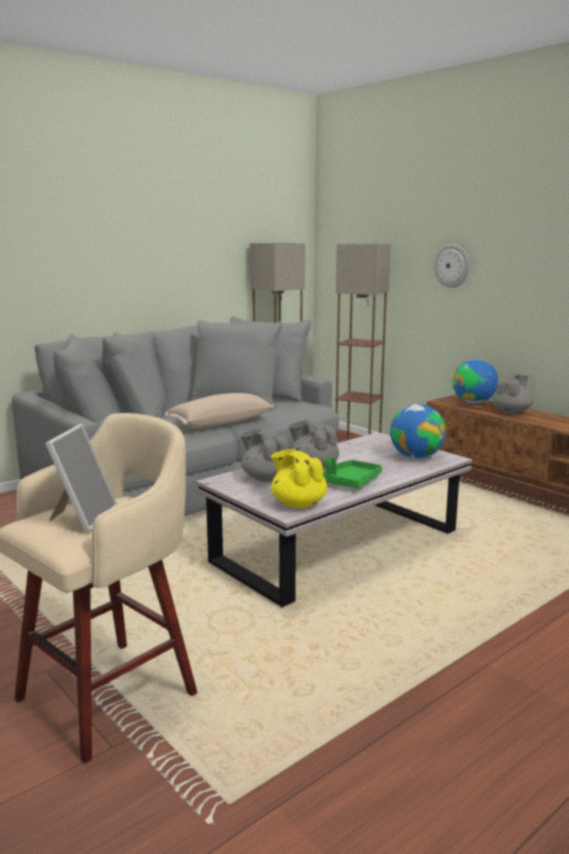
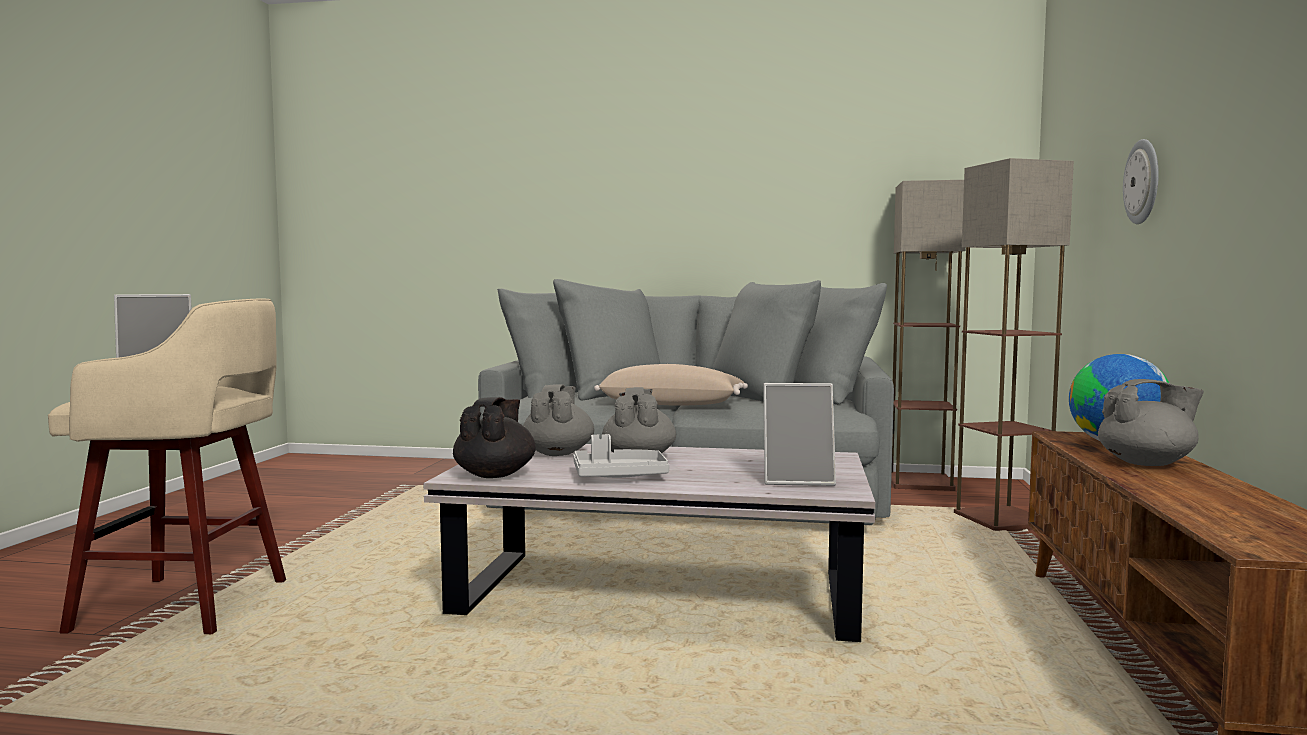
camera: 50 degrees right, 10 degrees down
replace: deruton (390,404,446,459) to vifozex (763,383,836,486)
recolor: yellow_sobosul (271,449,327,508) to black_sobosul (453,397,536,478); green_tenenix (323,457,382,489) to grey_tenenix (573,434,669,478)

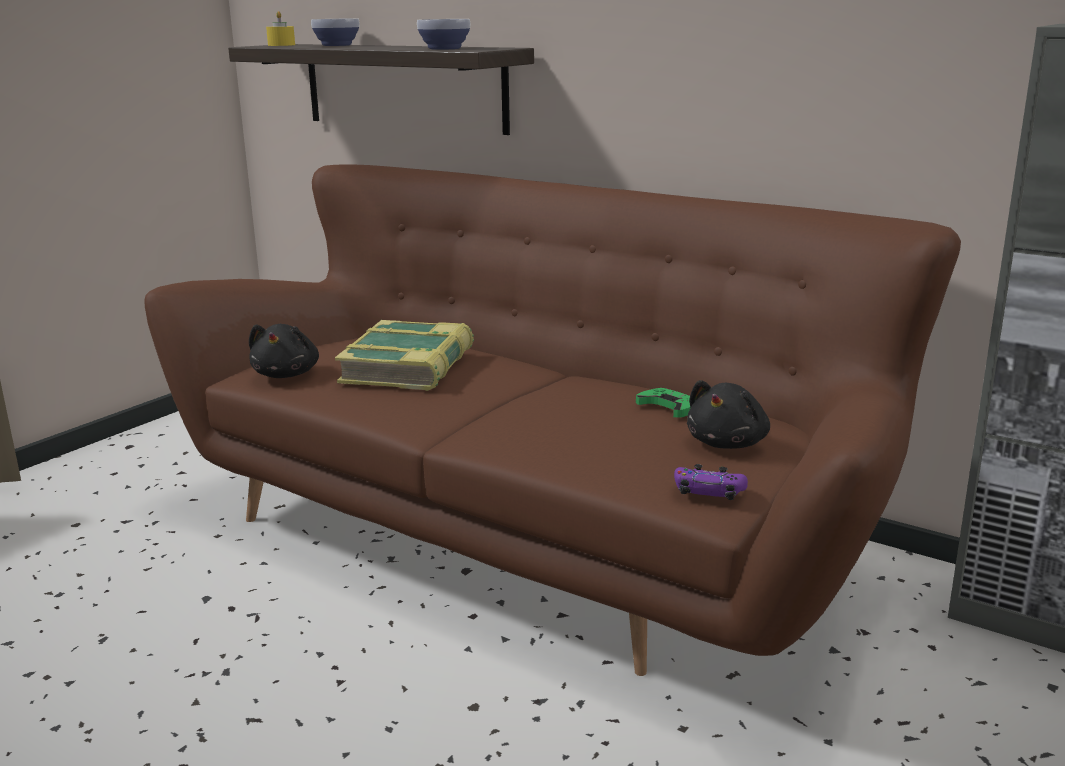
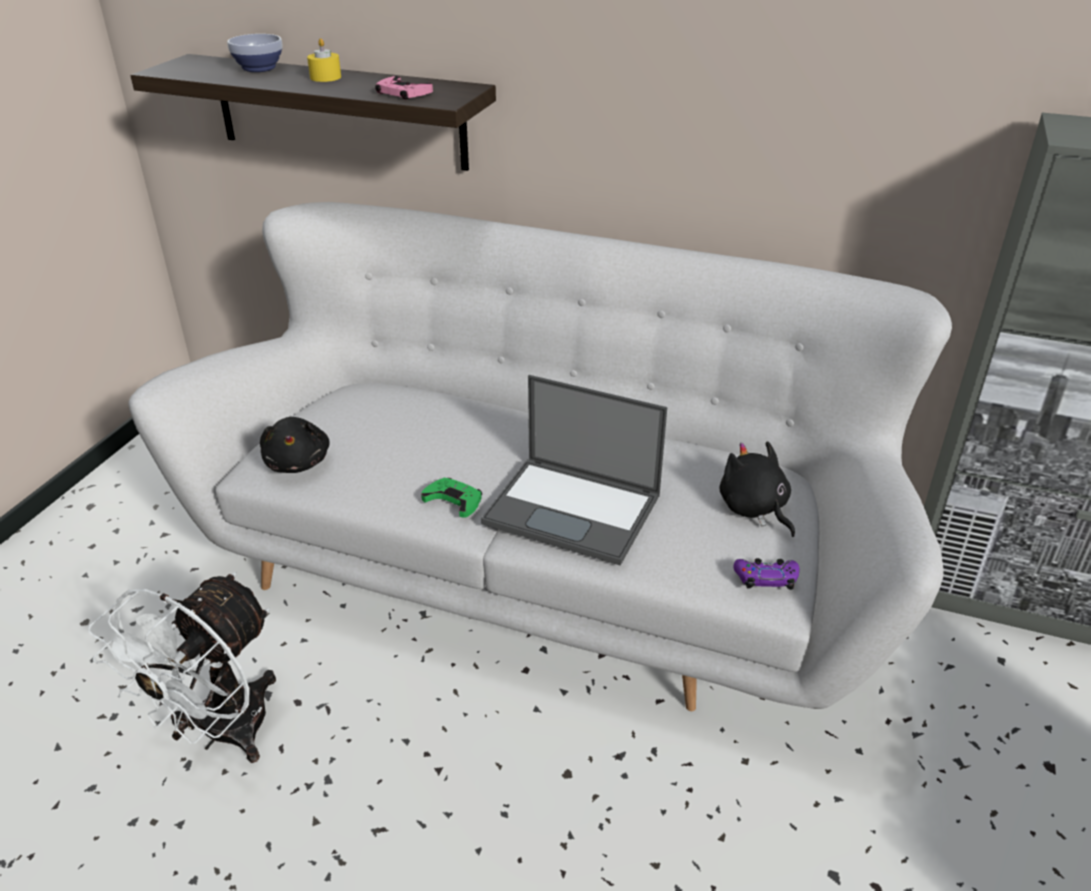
camera: 15 degrees left, 15 degrees up
delete: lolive (335,320,474,391)
insert: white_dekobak (88,572,276,763); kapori (481,375,667,566)
move: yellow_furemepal (266,11,295,46) to (307,38,341,82); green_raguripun (636,388,690,418) to (421,478,482,518)
replace: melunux (417,19,470,50) to pink_raguripun (375,76,433,99)
recolor: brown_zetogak (144,164,961,676) to white_zetogak (128,202,952,711)
rotate: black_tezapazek (687,380,770,449) = (719,441,795,537) 135 degrees clockwise

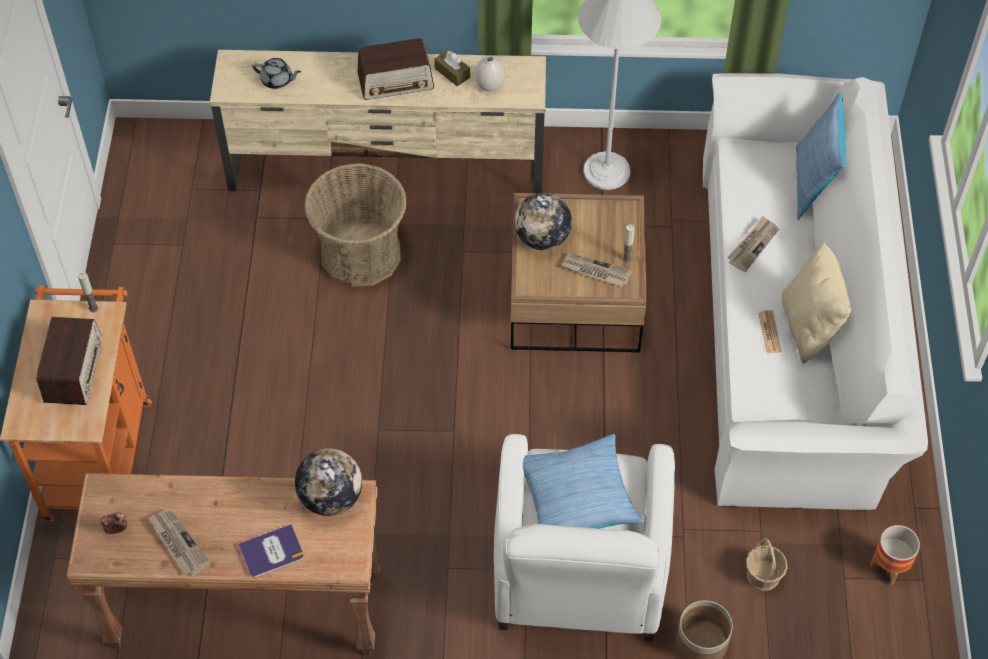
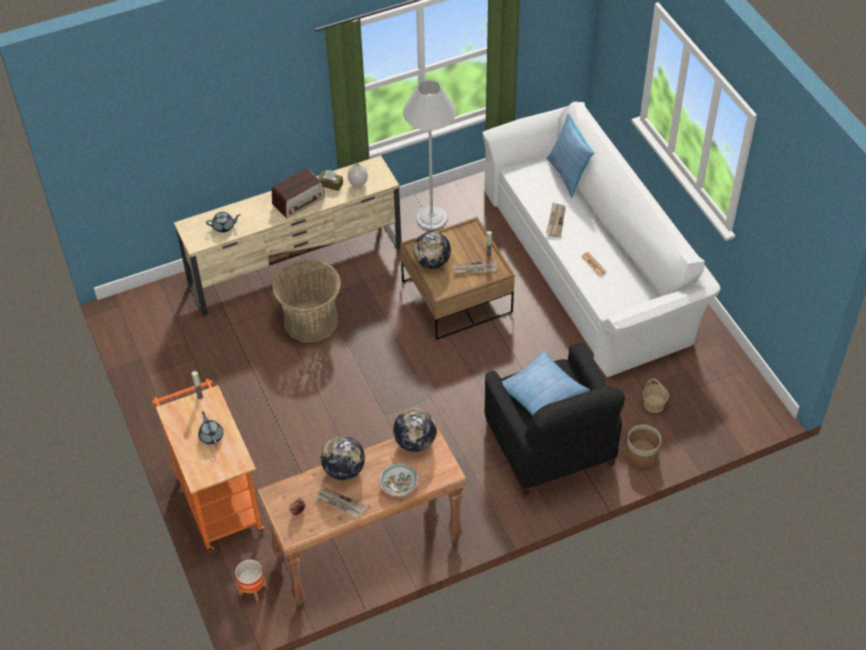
camera: 25 degrees left, 5 degrees down
delete: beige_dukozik (782,242,851,364)
insert: deruton (321,436,365,480)
move: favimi (870,525,920,585) to (235,560,266,601)
replace: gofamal (36,317,102,405) to grey_sobosul (198,412,223,445); lolive (238,524,304,578) to melunux (379,463,419,496)
recolor: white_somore (494,434,675,642) to black_somore (484,343,625,496)

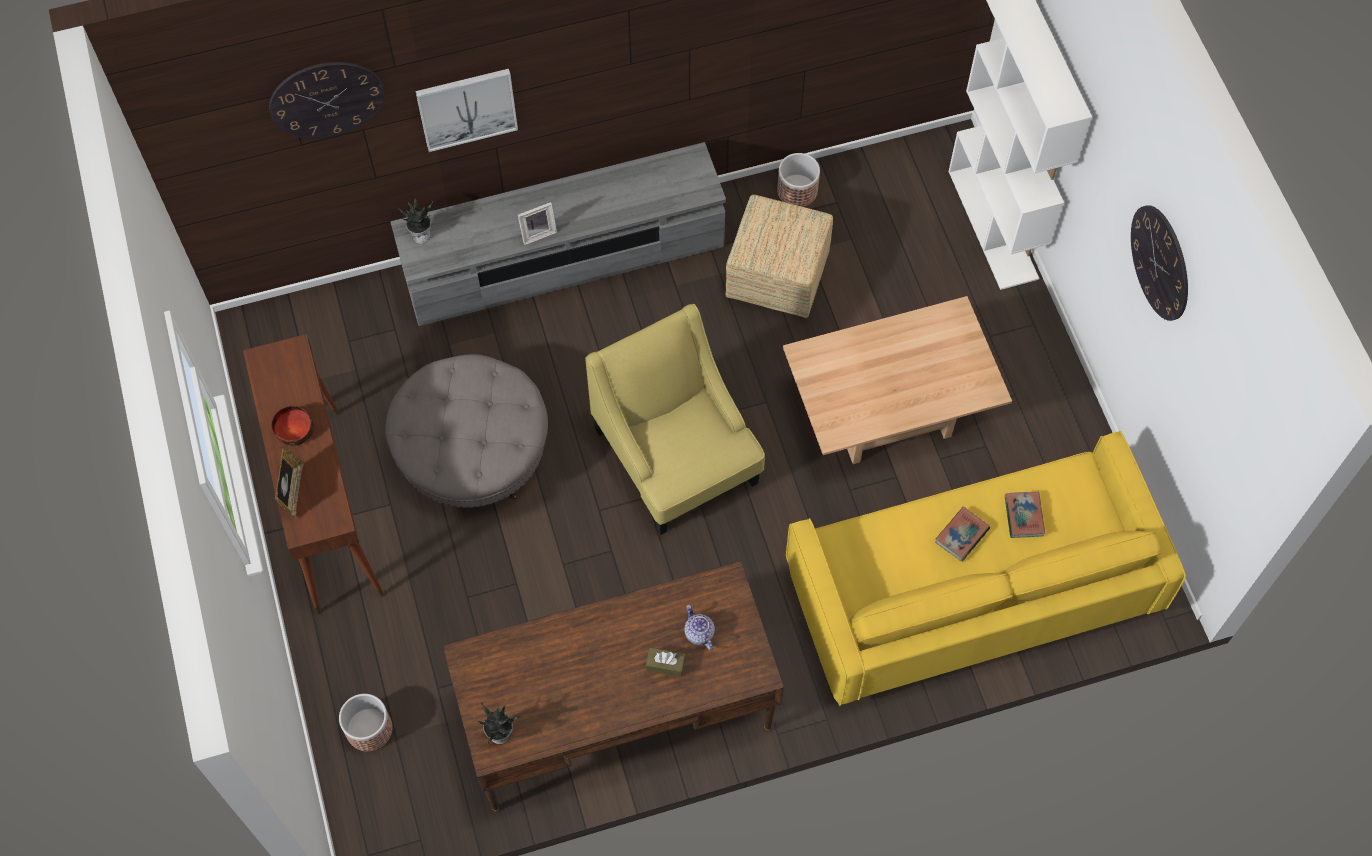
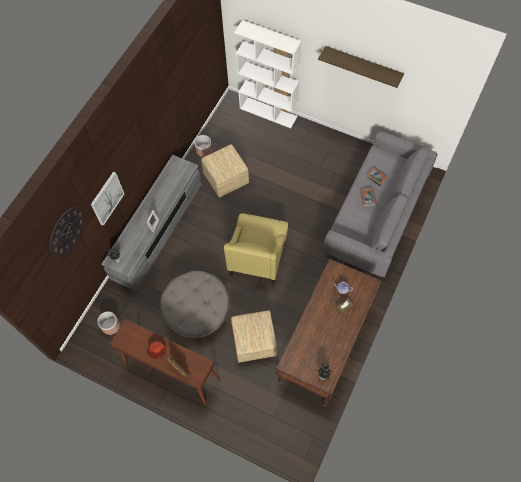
camera: 45 degrees left, 0 degrees up
delete: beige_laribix (783,296,1012,464)
insert: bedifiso (231,310,277,363)
move: favimi (339,694,393,752) to (97,312,120,335)
replace: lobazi (1131,205,1188,321) to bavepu (318,46,404,88)
recolor: yellow_zetogak (786,431,1186,706) to grey_zetogak (323,131,438,277)
rotate: yellow_somore (585,304,765,535) = (224,213,288,285) 90 degrees counterclockwise

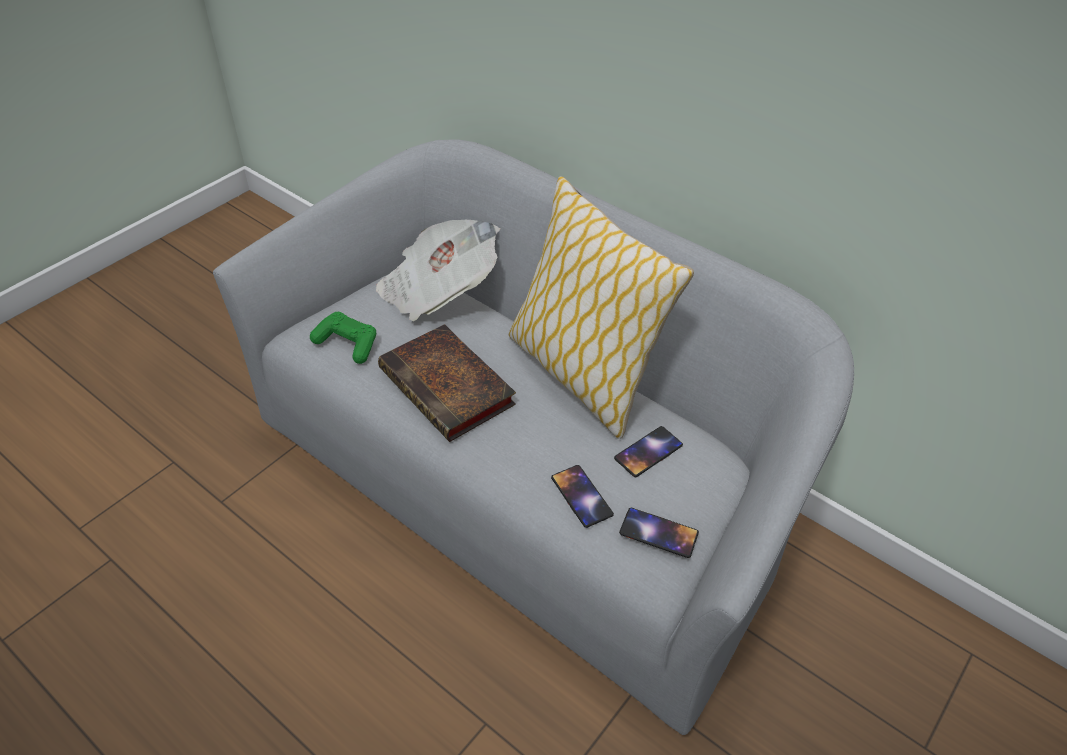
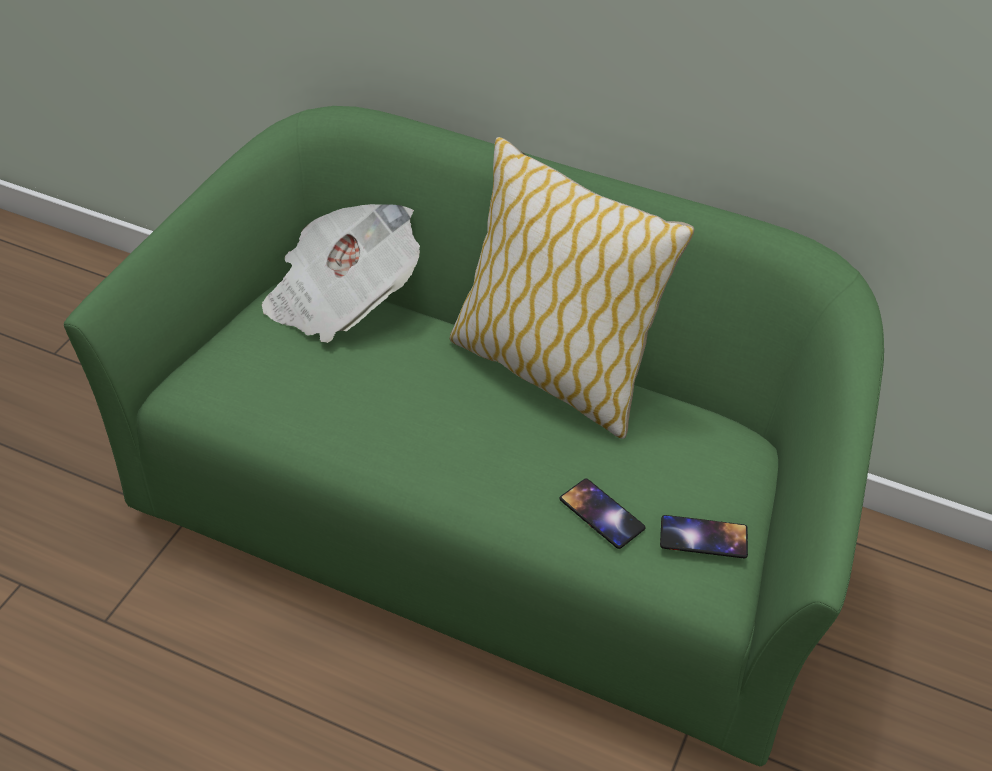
camera: 15 degrees left, 0 degrees up
delete: green_raguripun (310,312,376,364); lolive (378,324,516,442); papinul (614,426,683,477)
recolor: grey_zetogak (213,139,854,735) to green_zetogak (64,106,884,767)

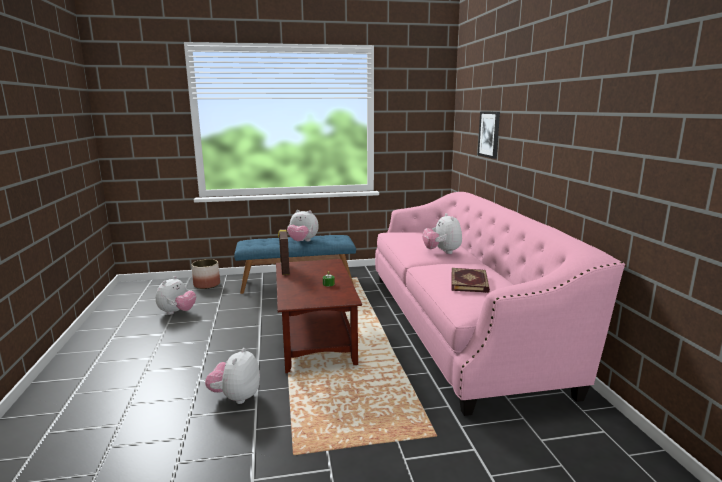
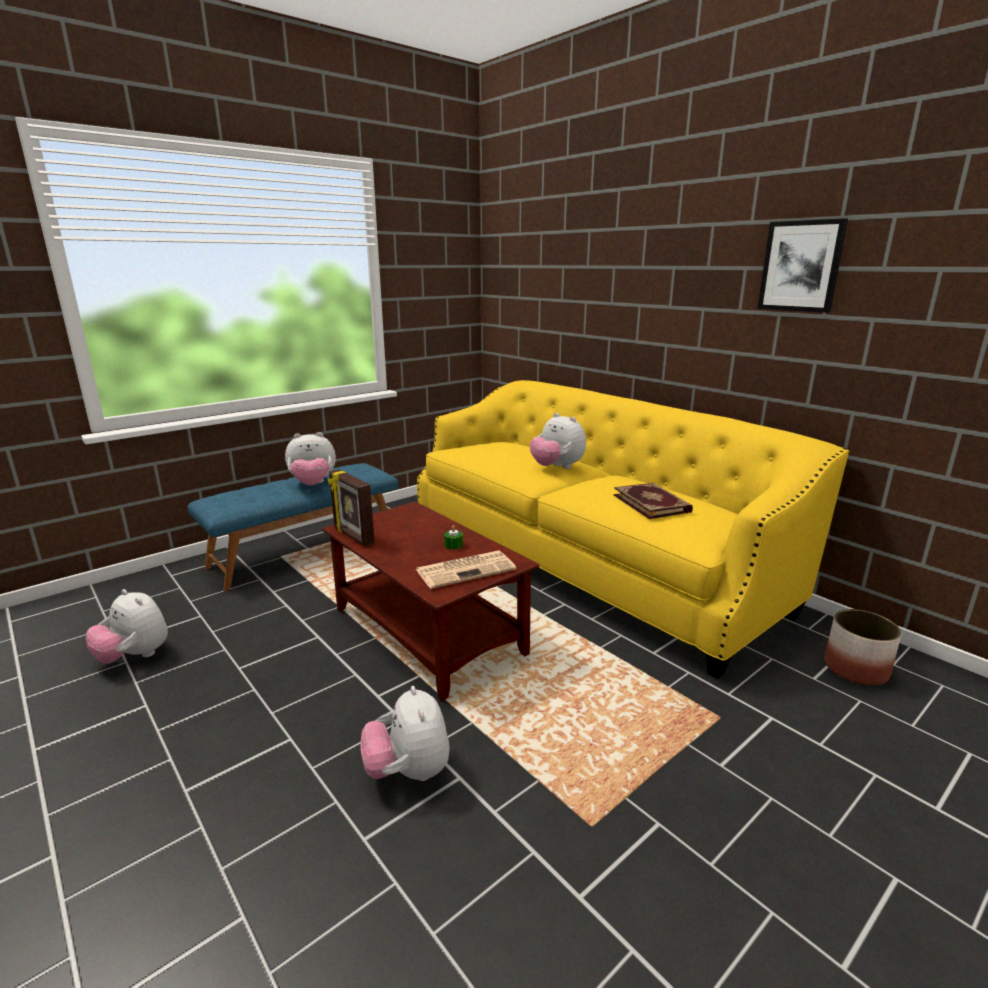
camera: 30 degrees left, 5 degrees up
insert: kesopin (416,551,516,589)
move: favimi (191,259,220,289) to (824,609,902,685); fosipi (478,111,500,159) to (757,218,848,313)
recolor: pink_zetogak (375,192,625,416) to yellow_zetogak (417,380,849,679)
rotate: tezapazek (156,276,196,315) = (86,589,168,664) 135 degrees clockwise

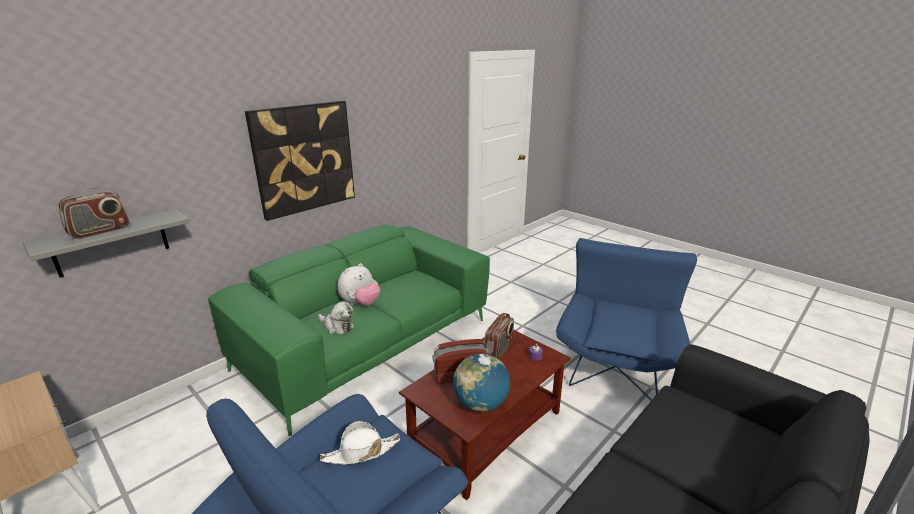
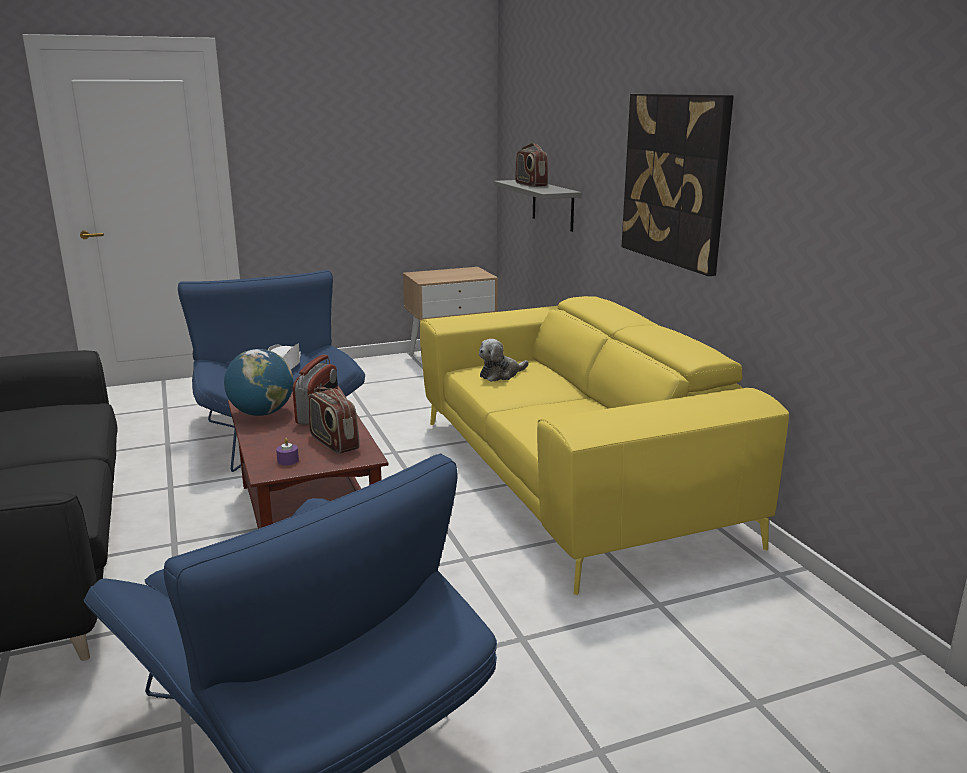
camera: 115 degrees right, 5 degrees down
delete: tezapazek (337,263,380,305)
recolor: green_zetogak (208,224,490,436) to yellow_zetogak (420,296,789,595)

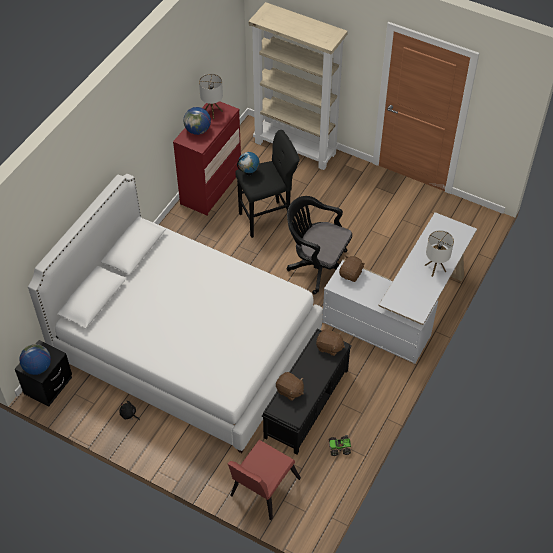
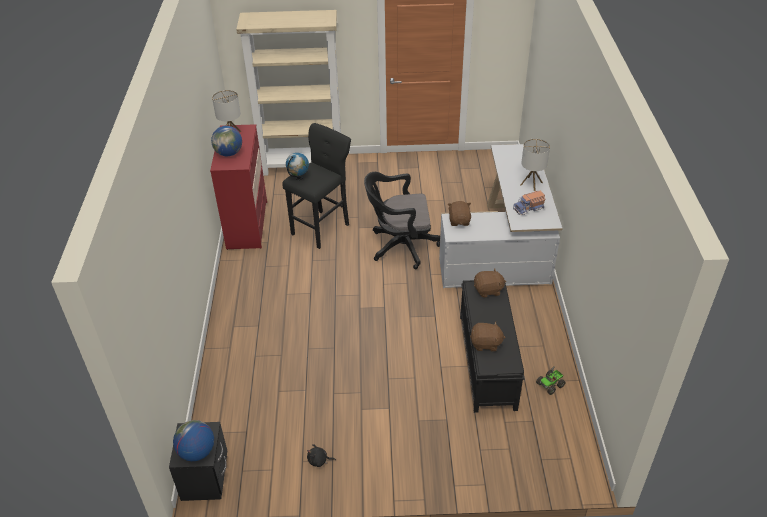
camera: 30 degrees left, 10 degrees down
delete: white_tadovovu (28,174,323,453); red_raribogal (228,440,301,520)
insert: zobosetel (513,190,545,215)

